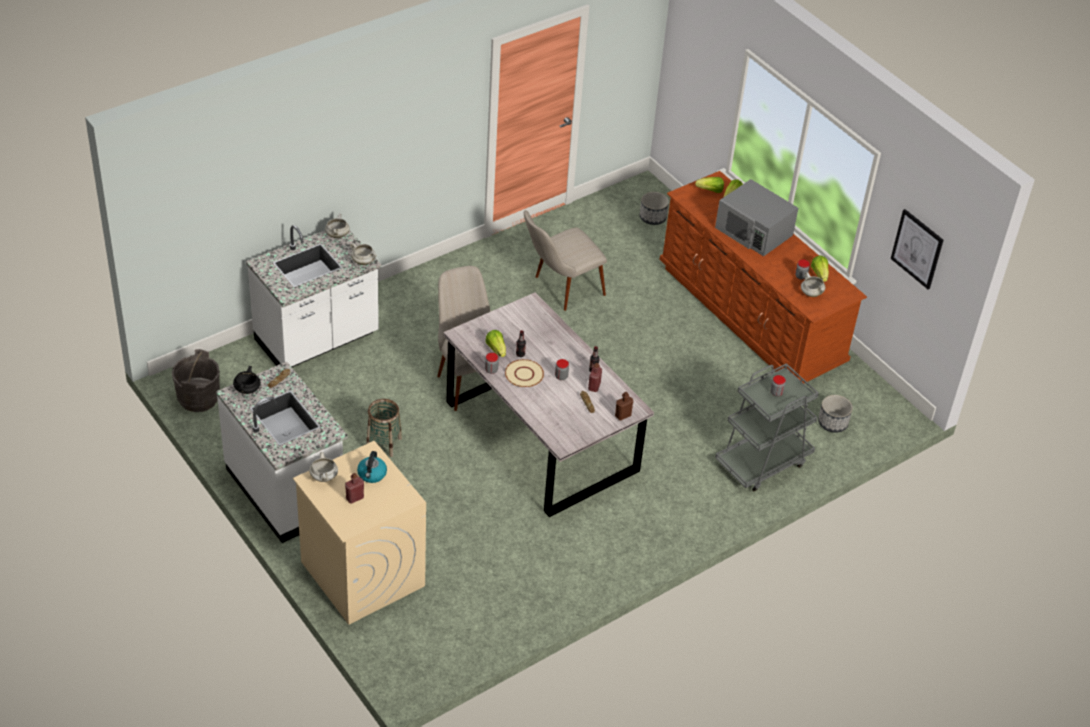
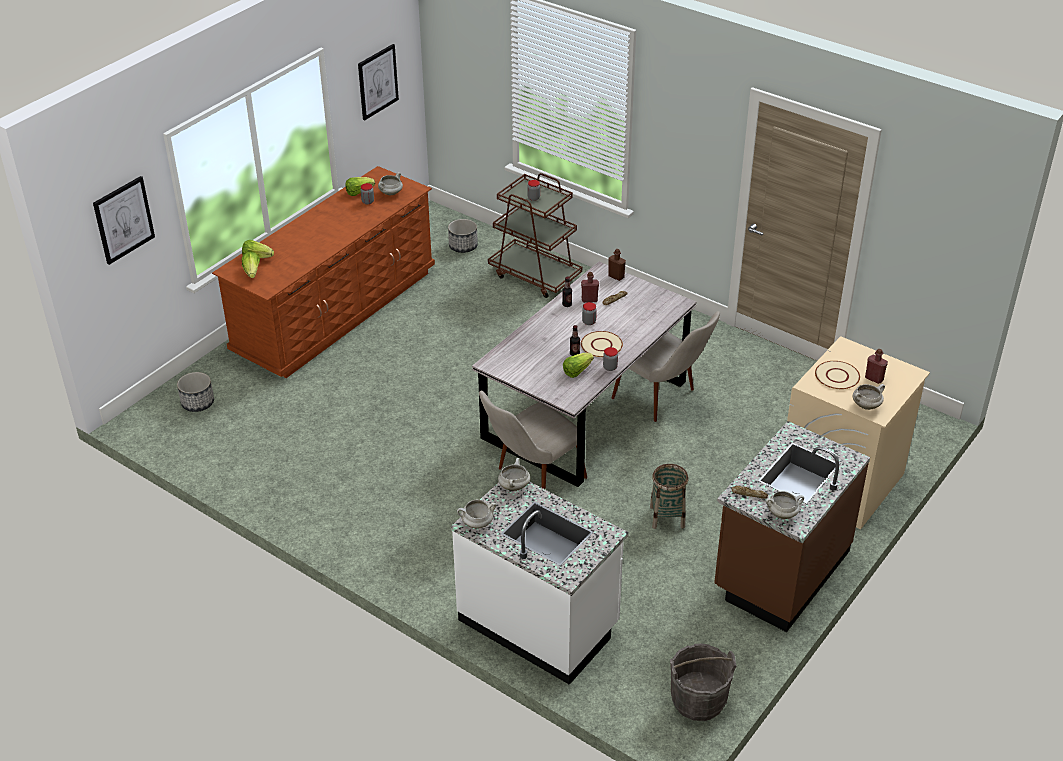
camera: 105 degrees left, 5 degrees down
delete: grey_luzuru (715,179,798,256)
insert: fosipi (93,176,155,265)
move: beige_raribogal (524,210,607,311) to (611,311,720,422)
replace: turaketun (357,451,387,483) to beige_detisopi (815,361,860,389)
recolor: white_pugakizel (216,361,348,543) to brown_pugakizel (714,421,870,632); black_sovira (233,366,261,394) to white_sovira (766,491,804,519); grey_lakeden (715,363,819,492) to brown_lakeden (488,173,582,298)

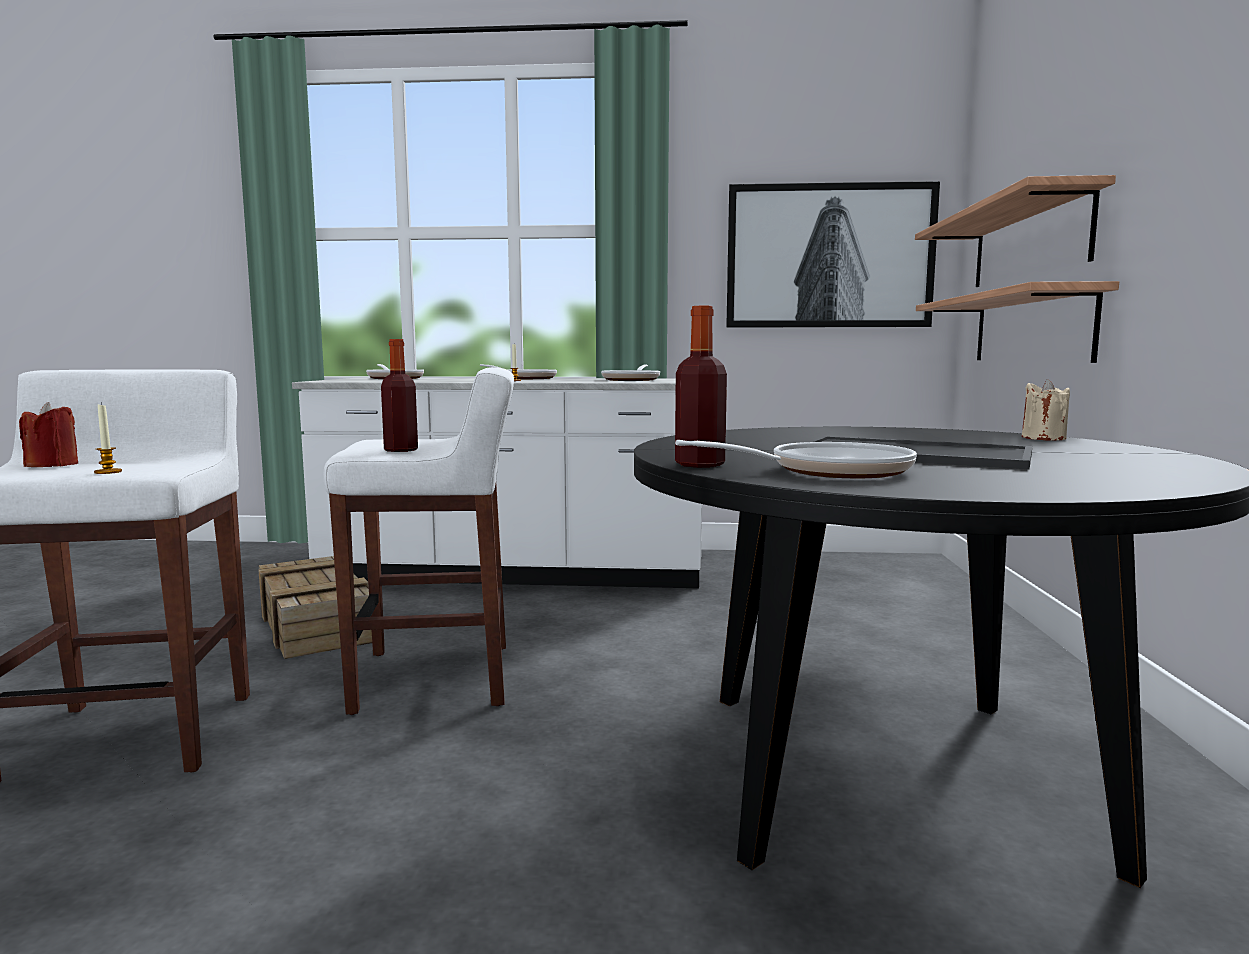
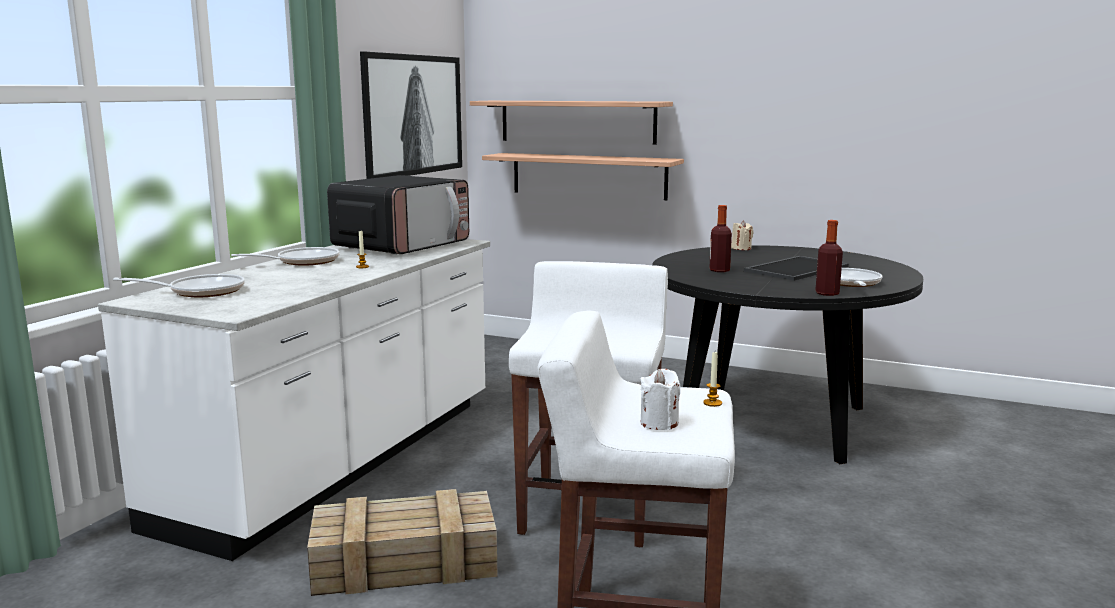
camera: 70 degrees left, 5 degrees up
move: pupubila (381,339,418,452) to (709,205,732,272)
replace: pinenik (601,364,660,381) to luzuru (327,175,469,254)
recolor: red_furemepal (19,402,78,467) to white_furemepal (641,369,680,430)

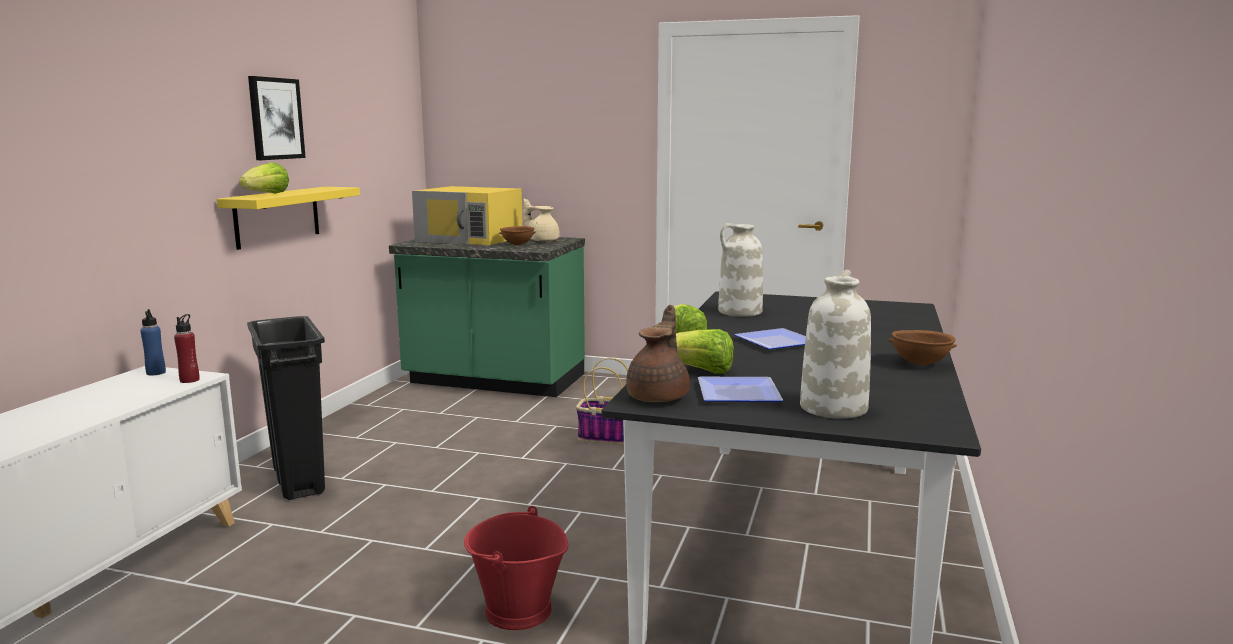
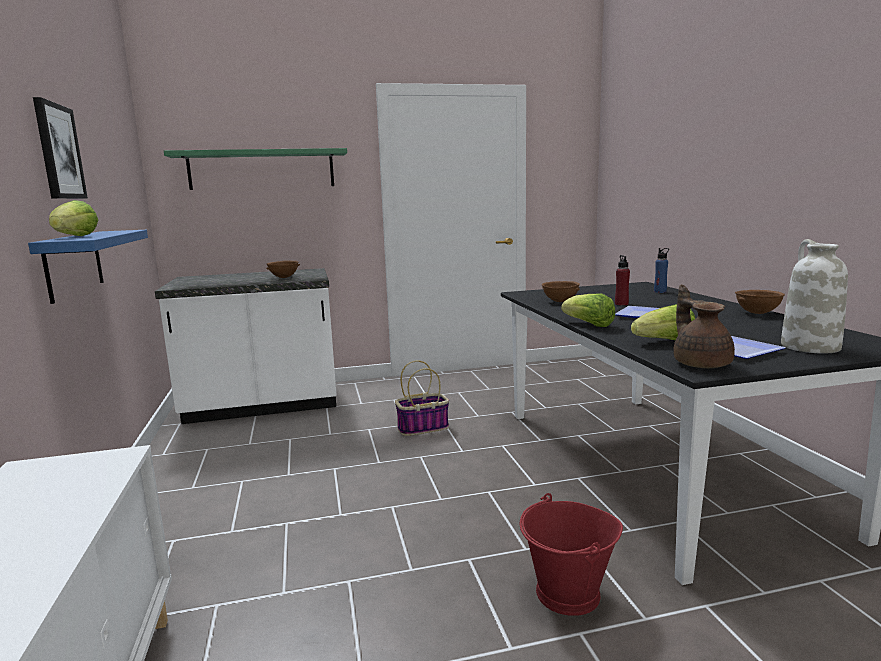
camera: 30 degrees left, 0 degrees up
delete: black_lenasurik (247,316,325,500); yellow_luzuru (412,186,523,245); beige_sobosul (524,198,560,242)
insert: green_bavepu (164,148,347,190)
move: blue_pupubila (140,309,166,375) to (654,248,669,293); red_pupubila (174,314,200,383) to (615,255,630,306)
replace: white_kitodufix (718,223,763,316) to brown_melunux (542,281,580,302)
recolor: yellow_bavepu (217,187,360,250) to blue_bavepu (28,230,148,304); green_pugakizel (389,237,585,397) to white_pugakizel (155,268,337,424)

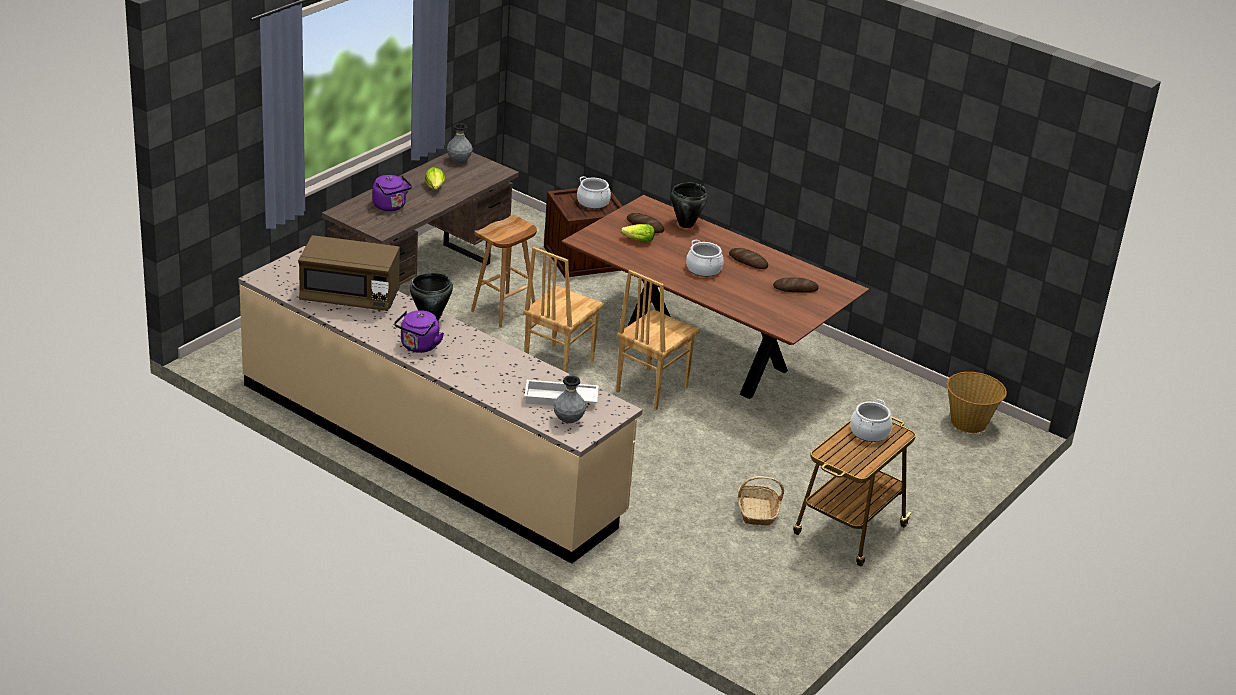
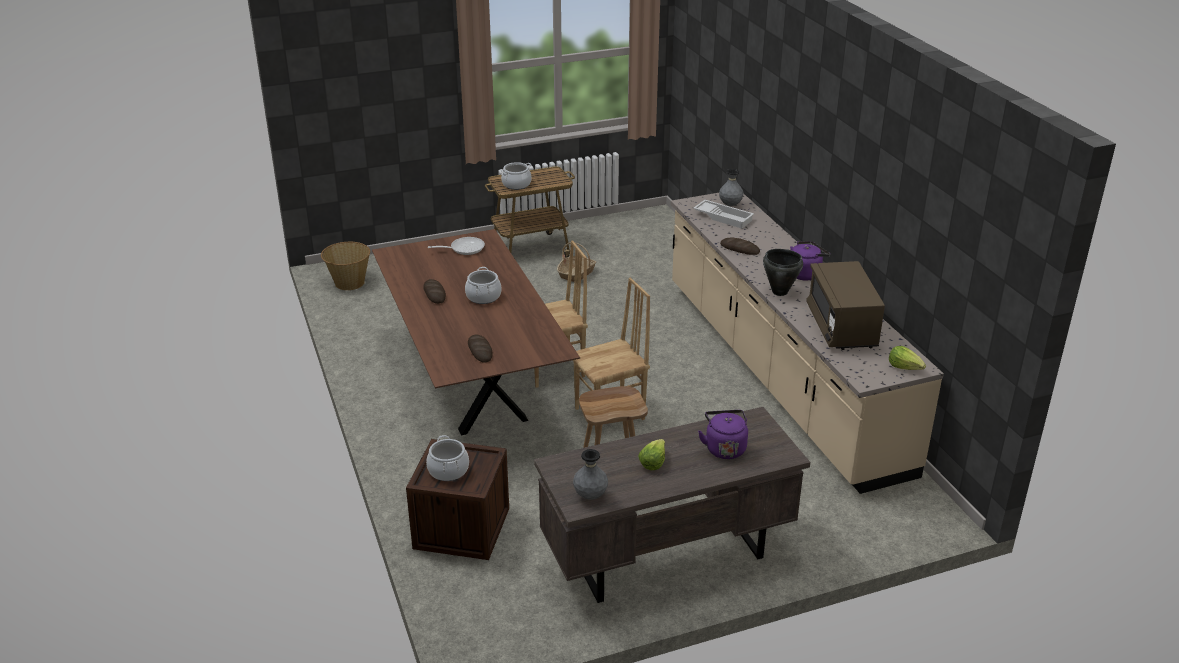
camera: 145 degrees left, 0 degrees up
delete: black_sovira (671,183,707,228)
insert: pinenik (428,237,485,255)
move: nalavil (621,224,655,243) to (889,346,926,370); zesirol (773,277,819,293) to (720,238,760,255)
rotate: brown_luzuru (298,235,400,311) = (806,261,885,350) 135 degrees counterclockwise

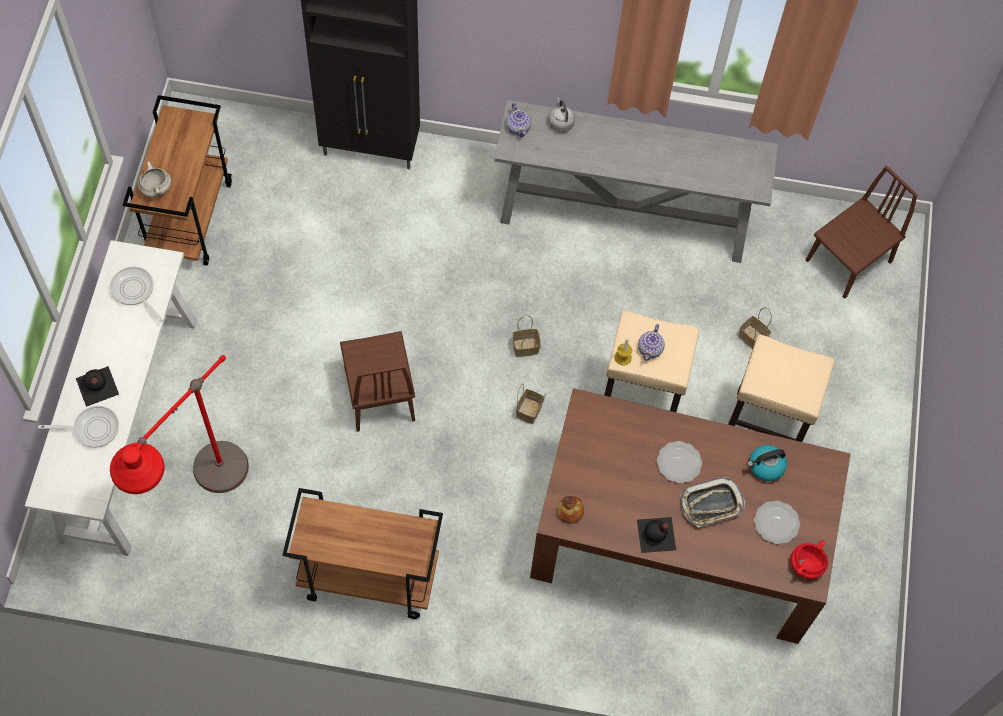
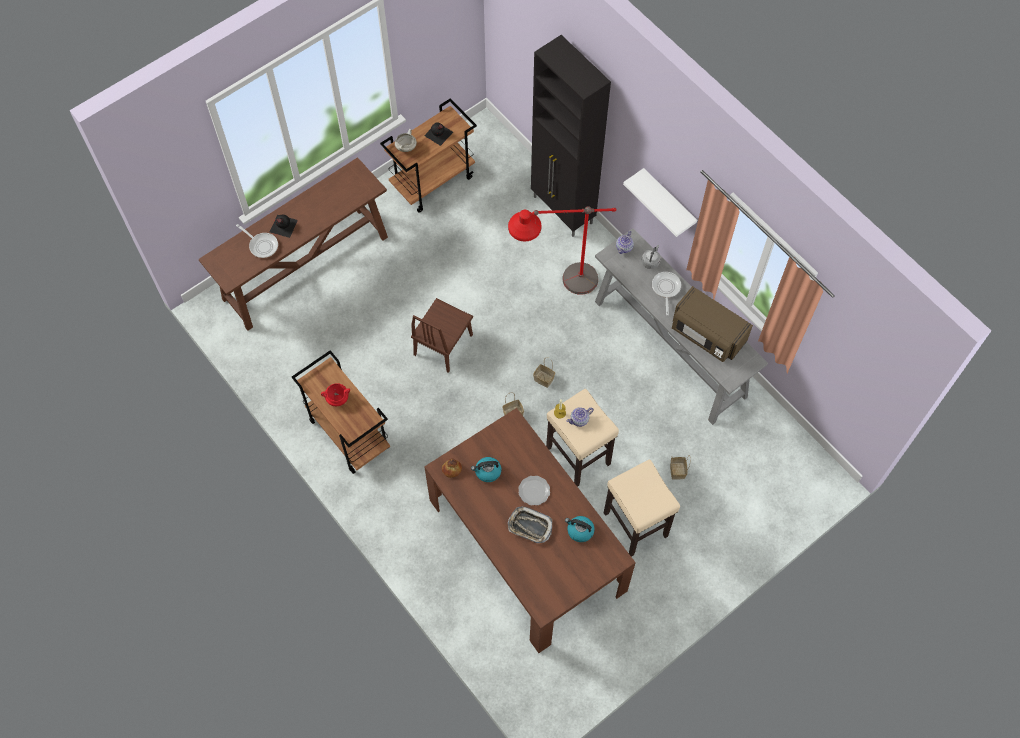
camera: 45 degrees right, 0 degrees up
delete: detisopi (754,500,800,544); brown_raribogal (806,165,918,299)
insert: turaketun (471,457,501,482); white_bavepu (623,168,697,237); brown_luzuru (672,286,753,362)
move: pinenik (110,267,163,322) to (652,272,681,316); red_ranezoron (110,355,249,494) to (508,206,616,295); black_pupubila (637,517,676,553) to (424,122,453,146); red_sovira (791,540,828,579) to (321,383,350,406)
recolor: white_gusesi (25,240,197,556) to brown_gusesi (199,157,388,331)

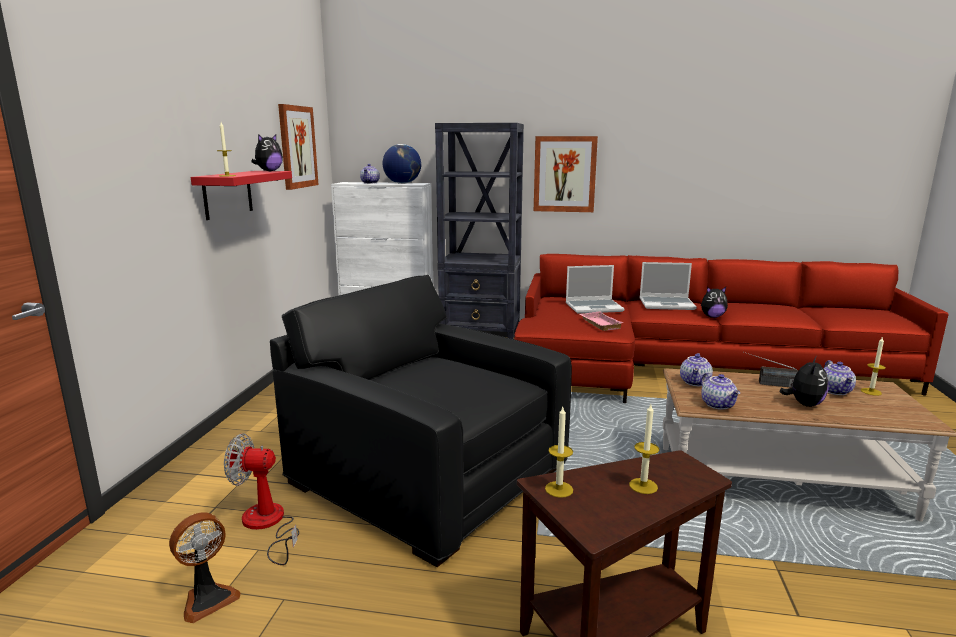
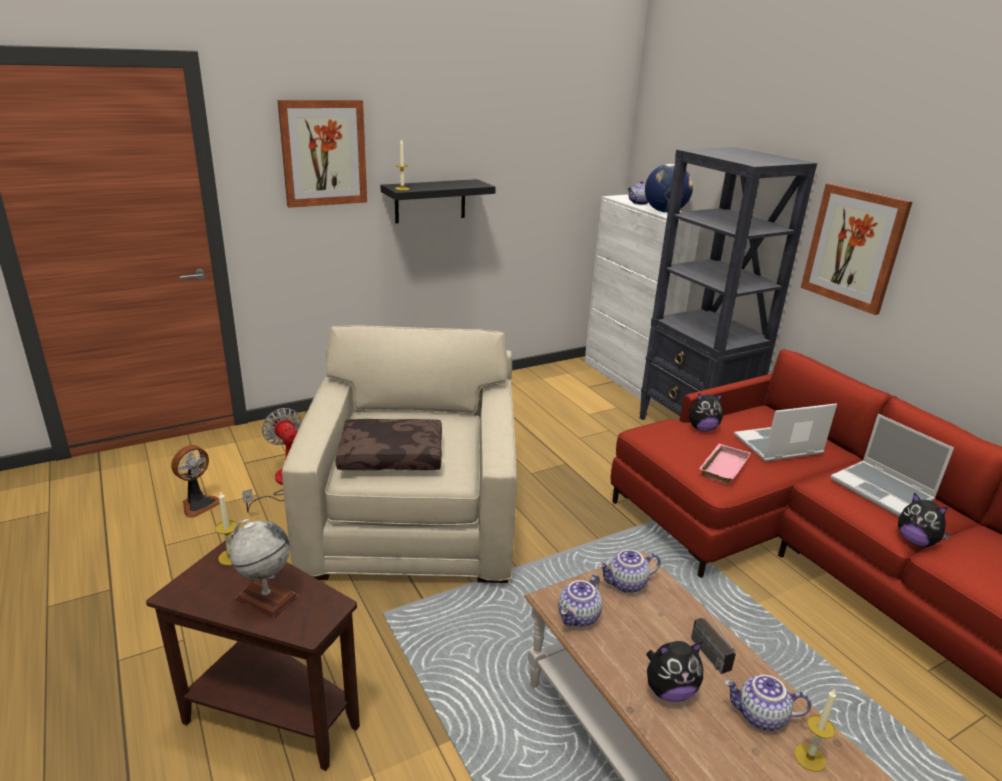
camera: 50 degrees right, 10 degrees up
insert: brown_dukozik (335,419,442,470)
move: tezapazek (251,134,283,172) to (689,393,723,432); fosipi (278,104,319,190) to (277,100,367,208)
replace: furemepal (629,404,659,494) to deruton (229,519,298,618)
recolor: red_bavepu (191,171,292,220) to black_bavepu (381,179,496,223); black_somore (270,275,572,567) to beige_somore (282,325,517,583)
rotate: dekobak (169,512,241,623) = (171,445,220,518) 60 degrees counterclockwise; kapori (566,265,625,314) = (734,403,837,462) 120 degrees clockwise; sobosul (823,360,856,395) = (724,675,811,731) 45 degrees clockwise

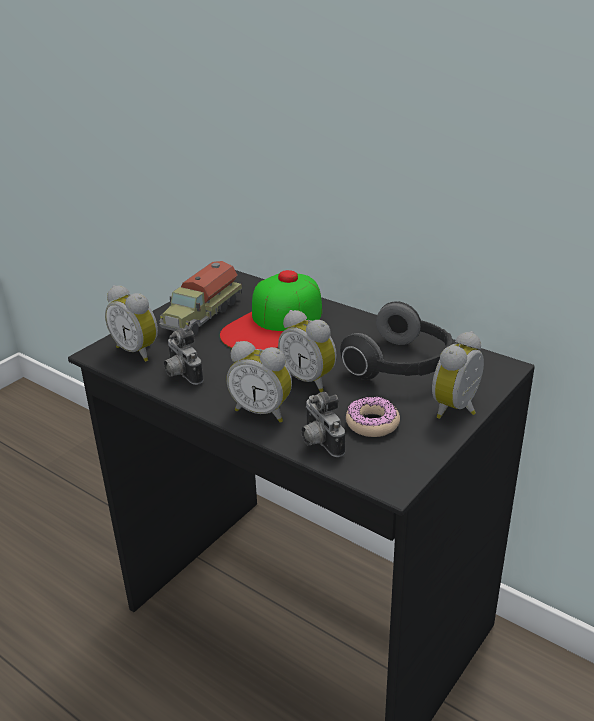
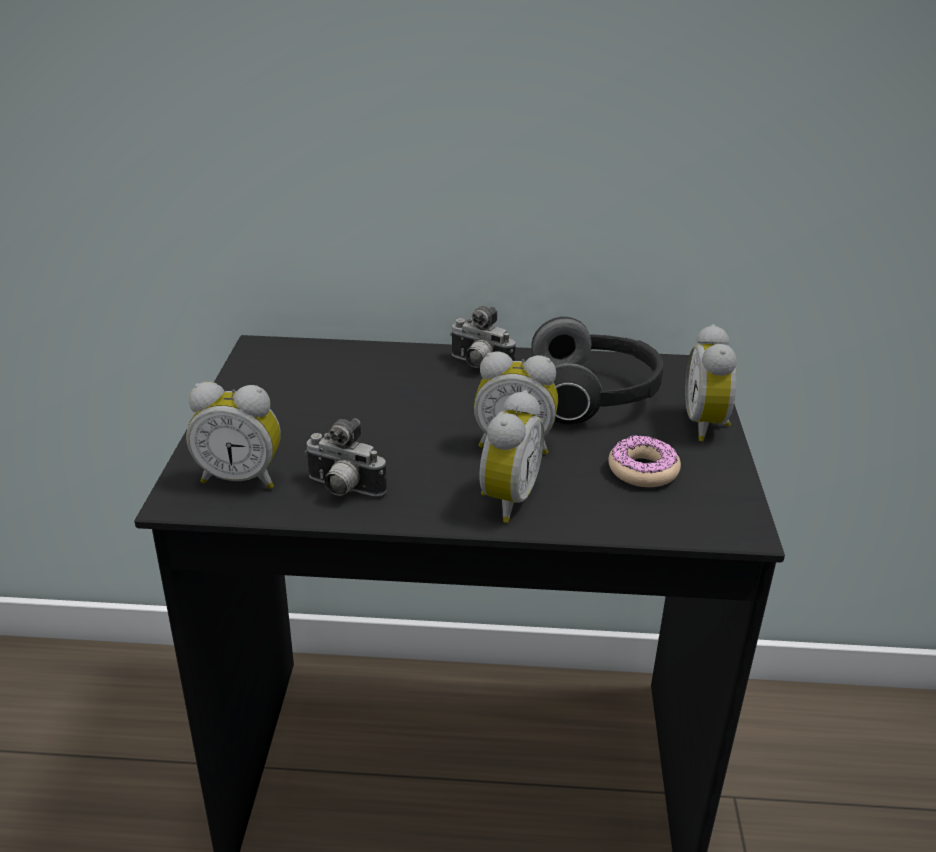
camera: 35 degrees left, 0 degrees up
delete: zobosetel (159,261,242,336); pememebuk (220,270,322,350)
move: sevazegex (301,391,345,457) to (450,306,516,368)
rotate: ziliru (227,341,292,422) = (479,390,544,523) 60 degrees counterclockwise

